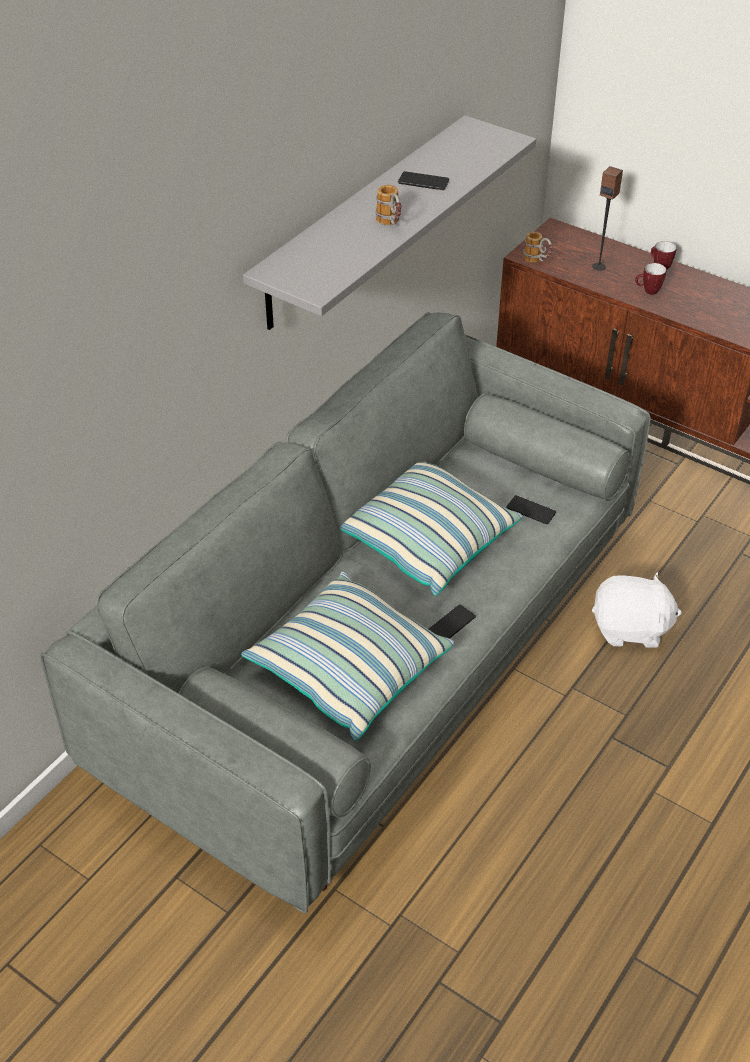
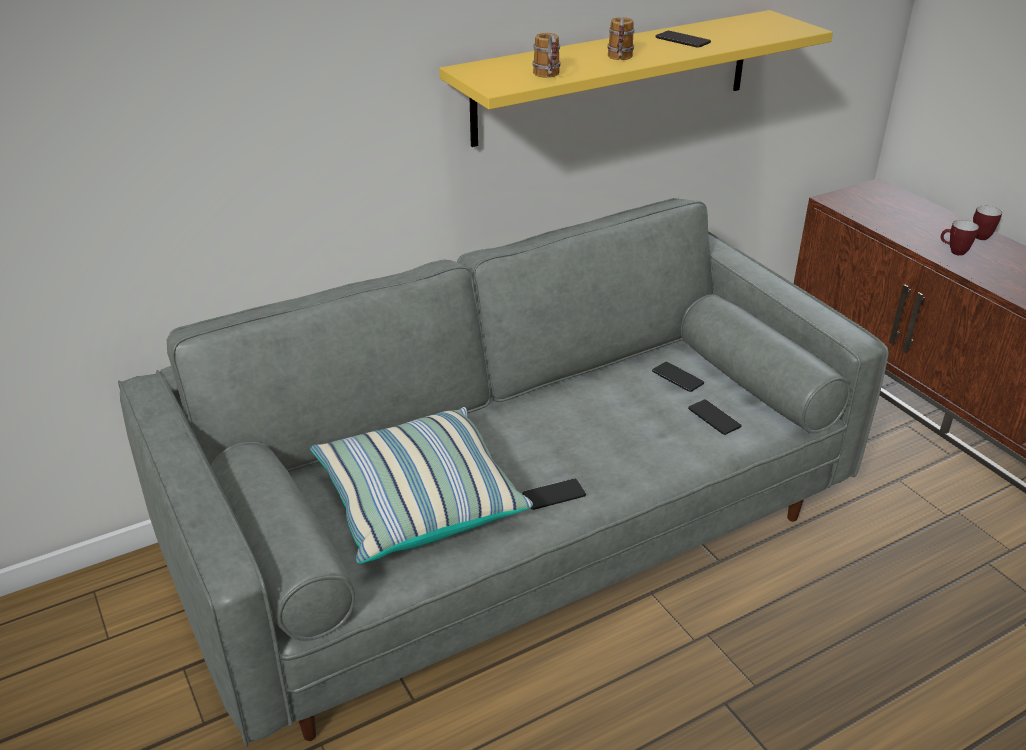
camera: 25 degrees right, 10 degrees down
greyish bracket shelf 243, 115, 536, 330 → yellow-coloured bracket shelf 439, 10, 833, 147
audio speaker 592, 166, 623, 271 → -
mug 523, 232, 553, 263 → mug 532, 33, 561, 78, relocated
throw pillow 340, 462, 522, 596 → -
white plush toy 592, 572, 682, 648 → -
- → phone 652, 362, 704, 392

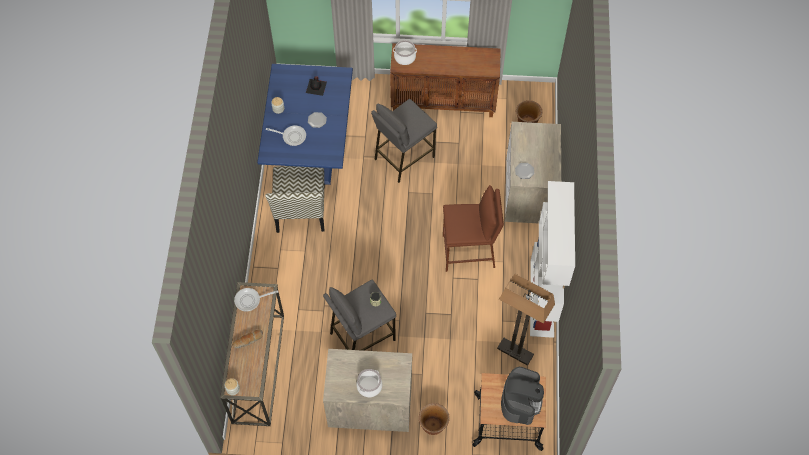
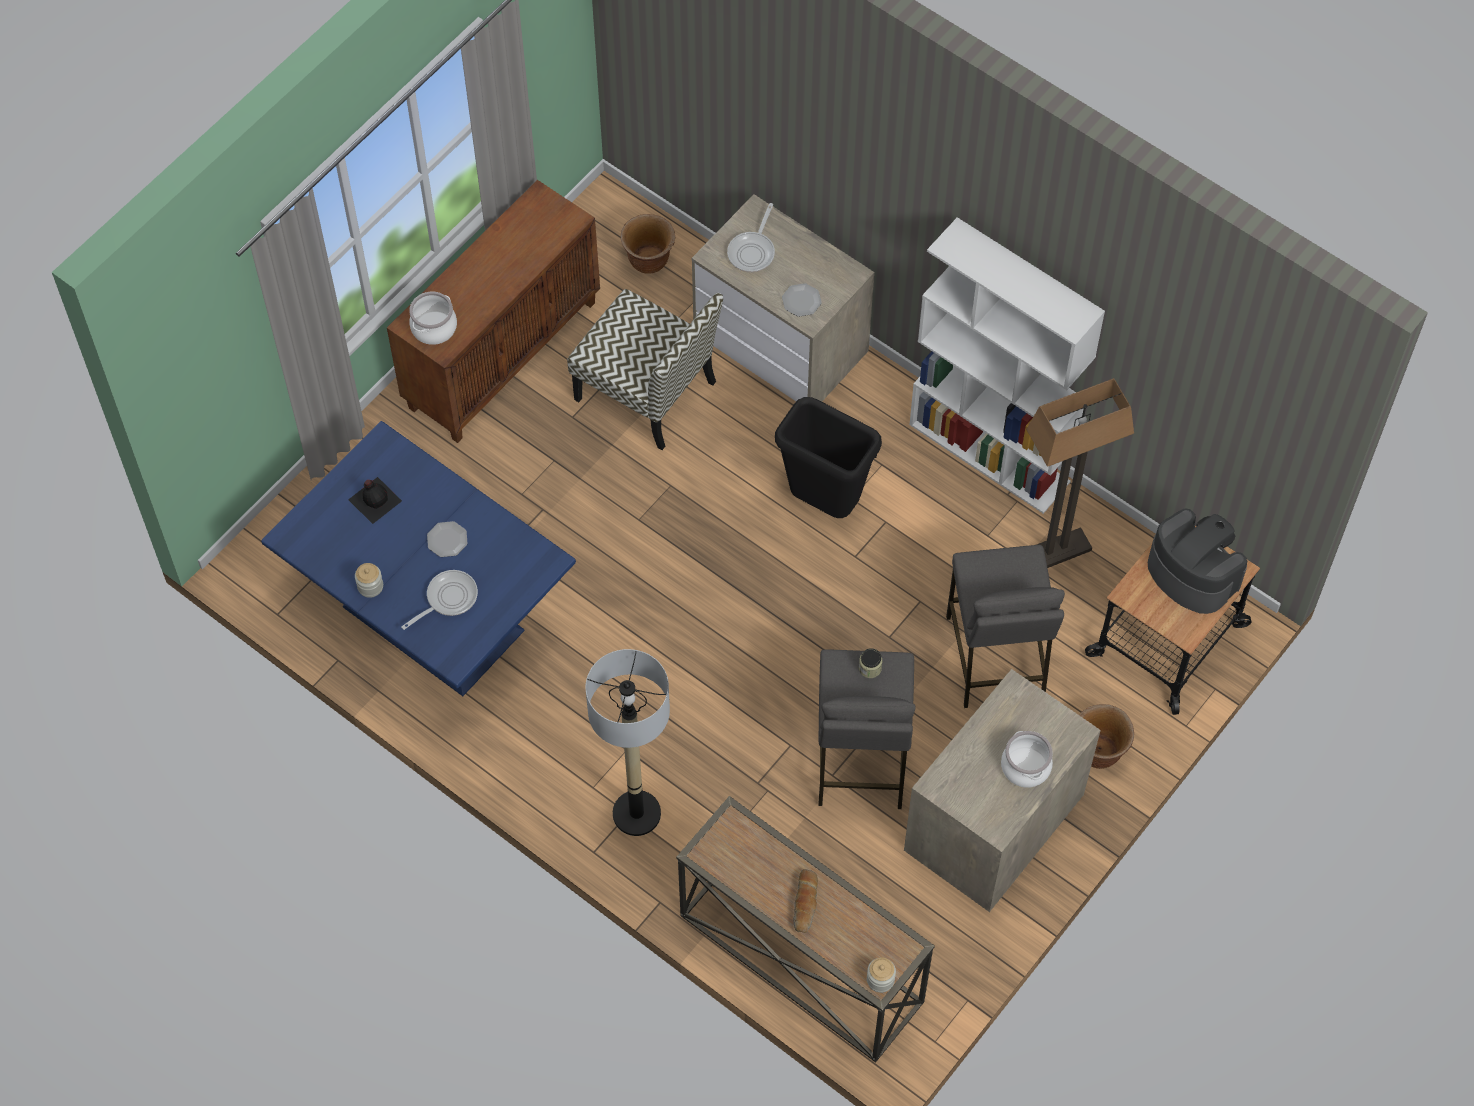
camera: 55 degrees left, 0 degrees up
greyish stool 371, 99, 437, 183 → greyish stool 946, 545, 1065, 708, relocated
plain chair 265, 166, 325, 233 → plain chair 567, 289, 723, 450, relocated
brown stool 443, 185, 504, 272 → black rubbish bin 775, 397, 882, 518
pan 234, 288, 278, 311 → pan 727, 203, 775, 272, relocated
- → standard lamp 585, 649, 670, 836

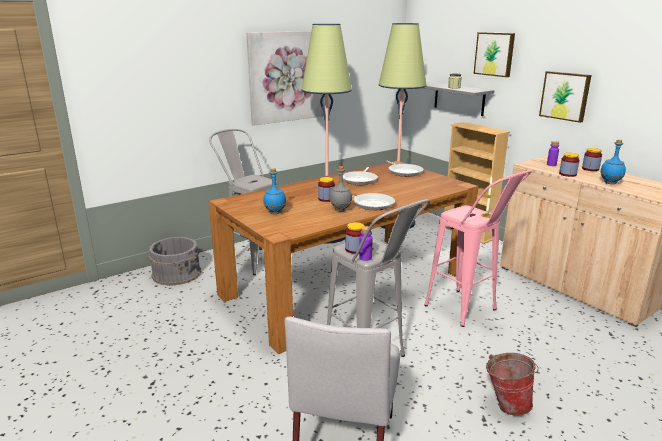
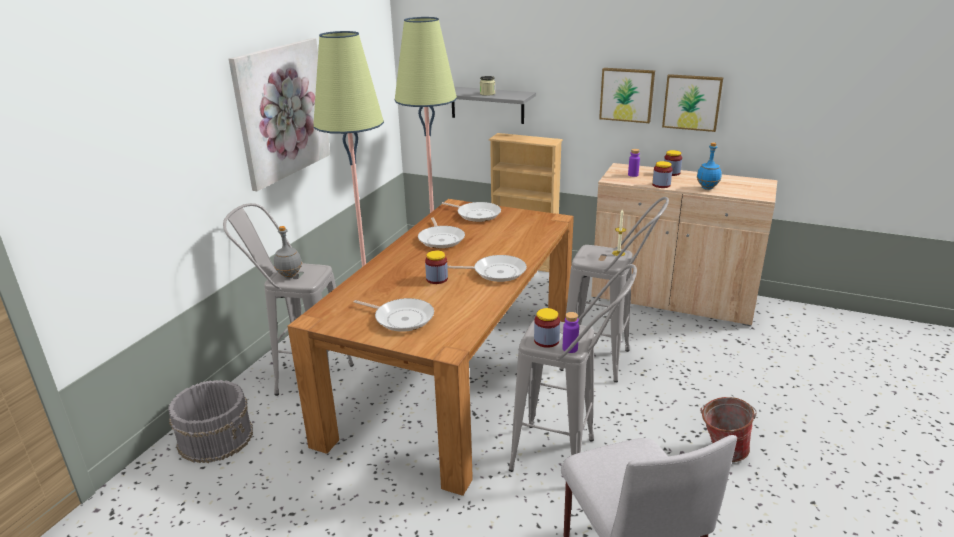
camera: 30 degrees left, 5 degrees up
wall art 474, 32, 515, 77 → wall art 662, 74, 723, 132, relocated
greyish drink bottle 329, 166, 352, 211 → greyish drink bottle 274, 226, 302, 279, relocated
blue-coloured drink bottle 263, 168, 286, 214 → pan 354, 298, 434, 332
pink-coloured stool 424, 170, 532, 327 → greyish stool 559, 197, 669, 383

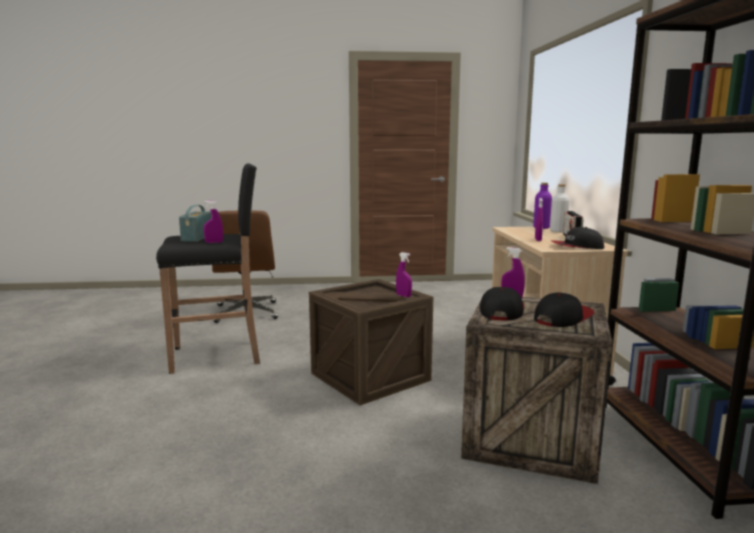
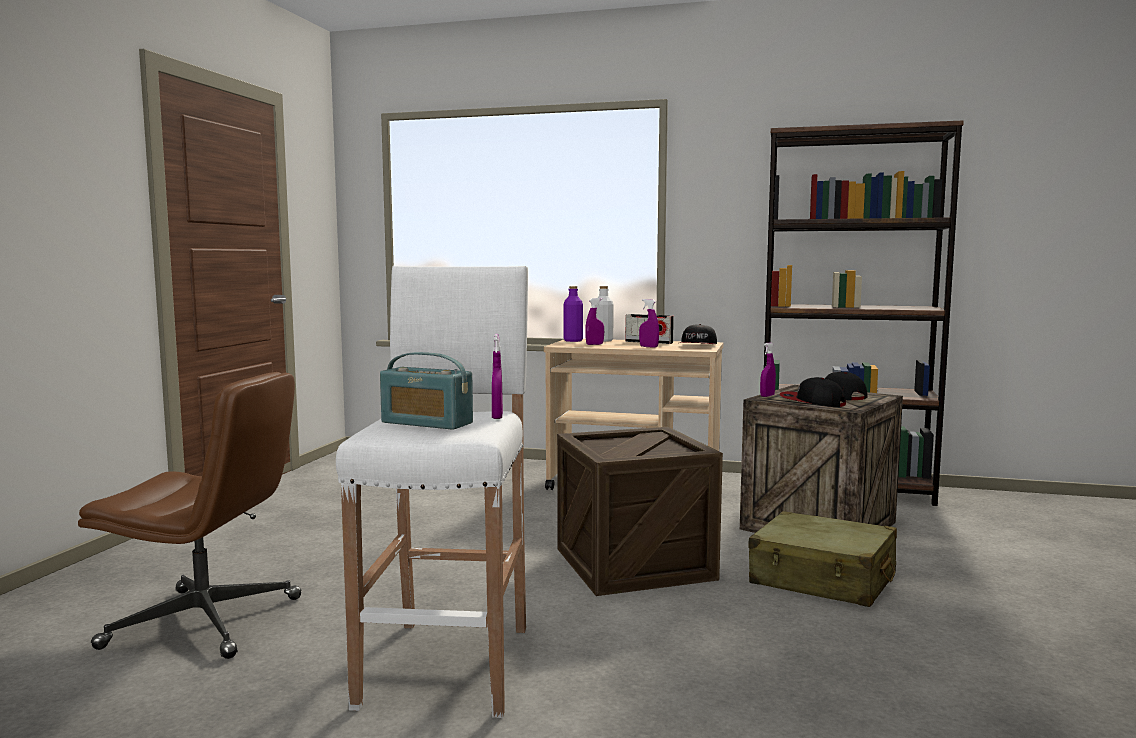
camera: 70 degrees left, 5 degrees down
black stool 156, 163, 260, 374 → white stool 336, 266, 528, 718
purple-coloured hand sprayer 396, 252, 412, 297 → purple-coloured hand sprayer 585, 298, 604, 345, relocated
- → sand-coloured piece of luggage 749, 511, 897, 607

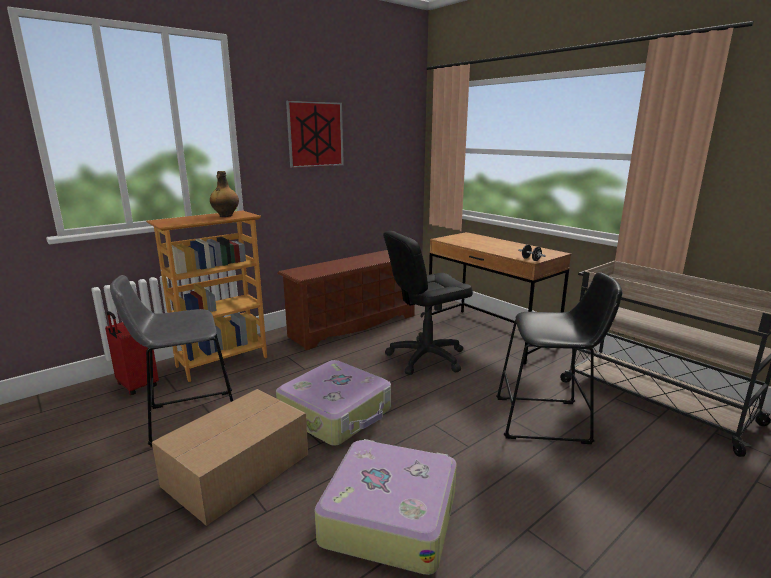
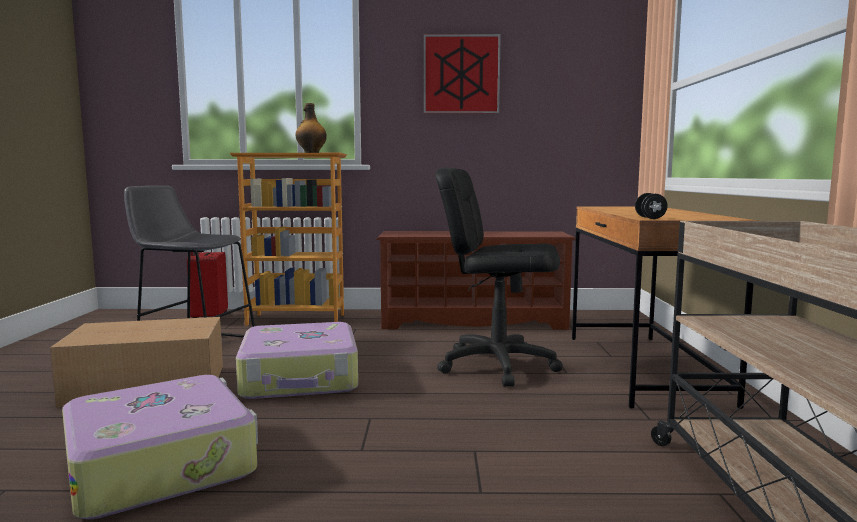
camera: 40 degrees right, 10 degrees down
black stool 496, 272, 622, 444 → -

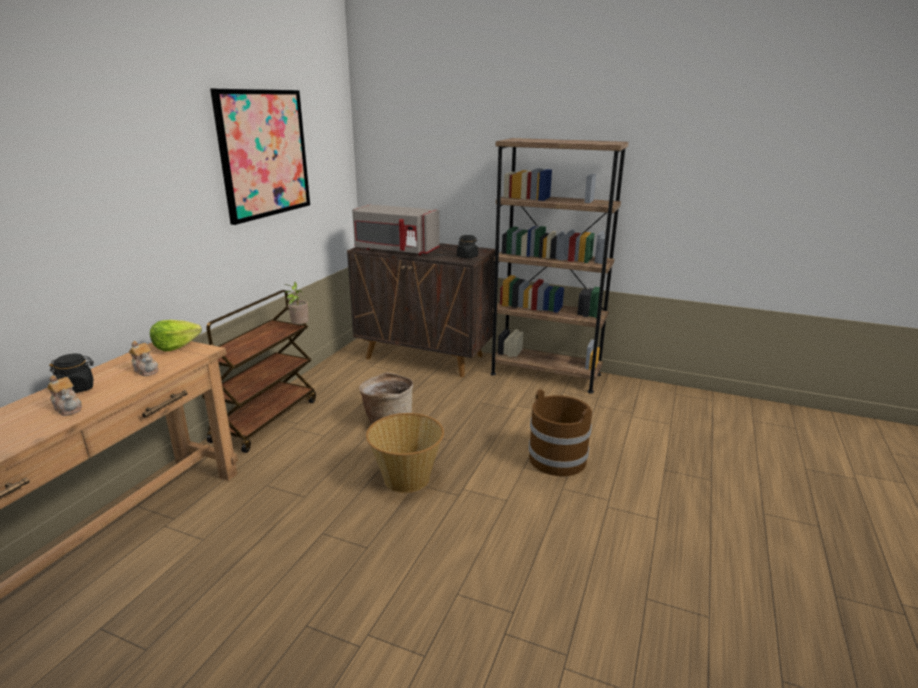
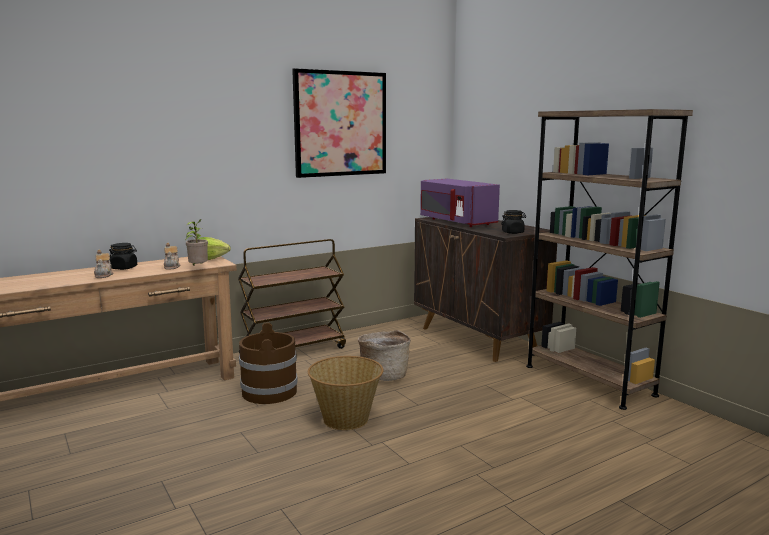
camera: 35 degrees right, 10 degrees down
greyish kitchen microwave 352, 204, 440, 255 → purple-coloured kitchen microwave 420, 179, 500, 227
plant in a pot 284, 282, 309, 325 → plant in a pot 185, 219, 208, 265, relocated
brown pail 529, 389, 592, 476 → brown pail 239, 322, 298, 404, relocated

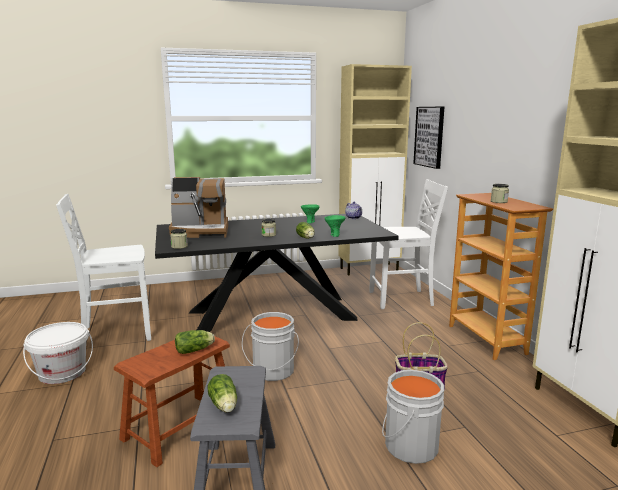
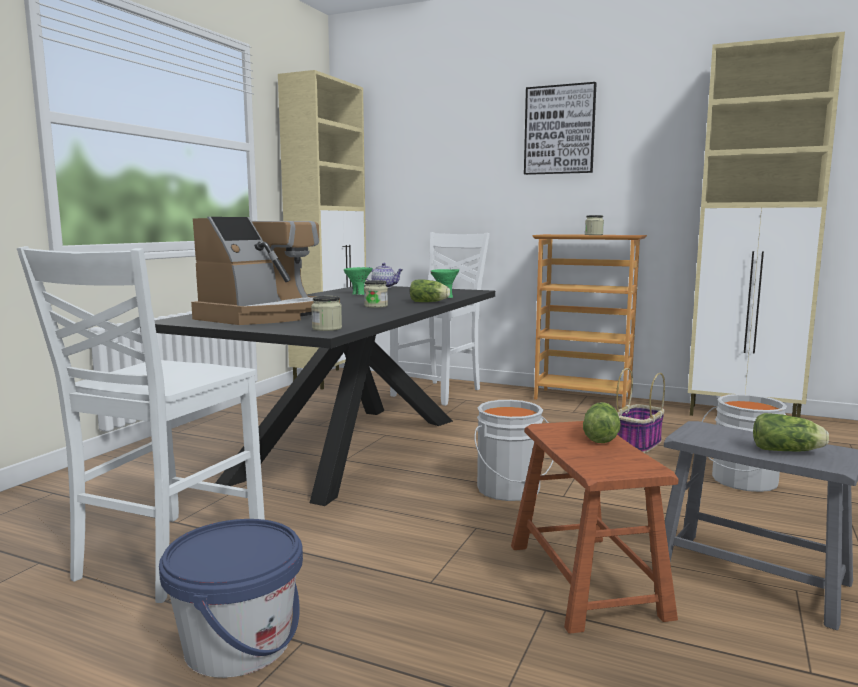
camera: 50 degrees left, 5 degrees down
wall art 413, 107, 444, 169 → wall art 524, 82, 596, 175, relocated
white pail 23, 322, 93, 384 → blue-coloured pail 159, 519, 303, 678

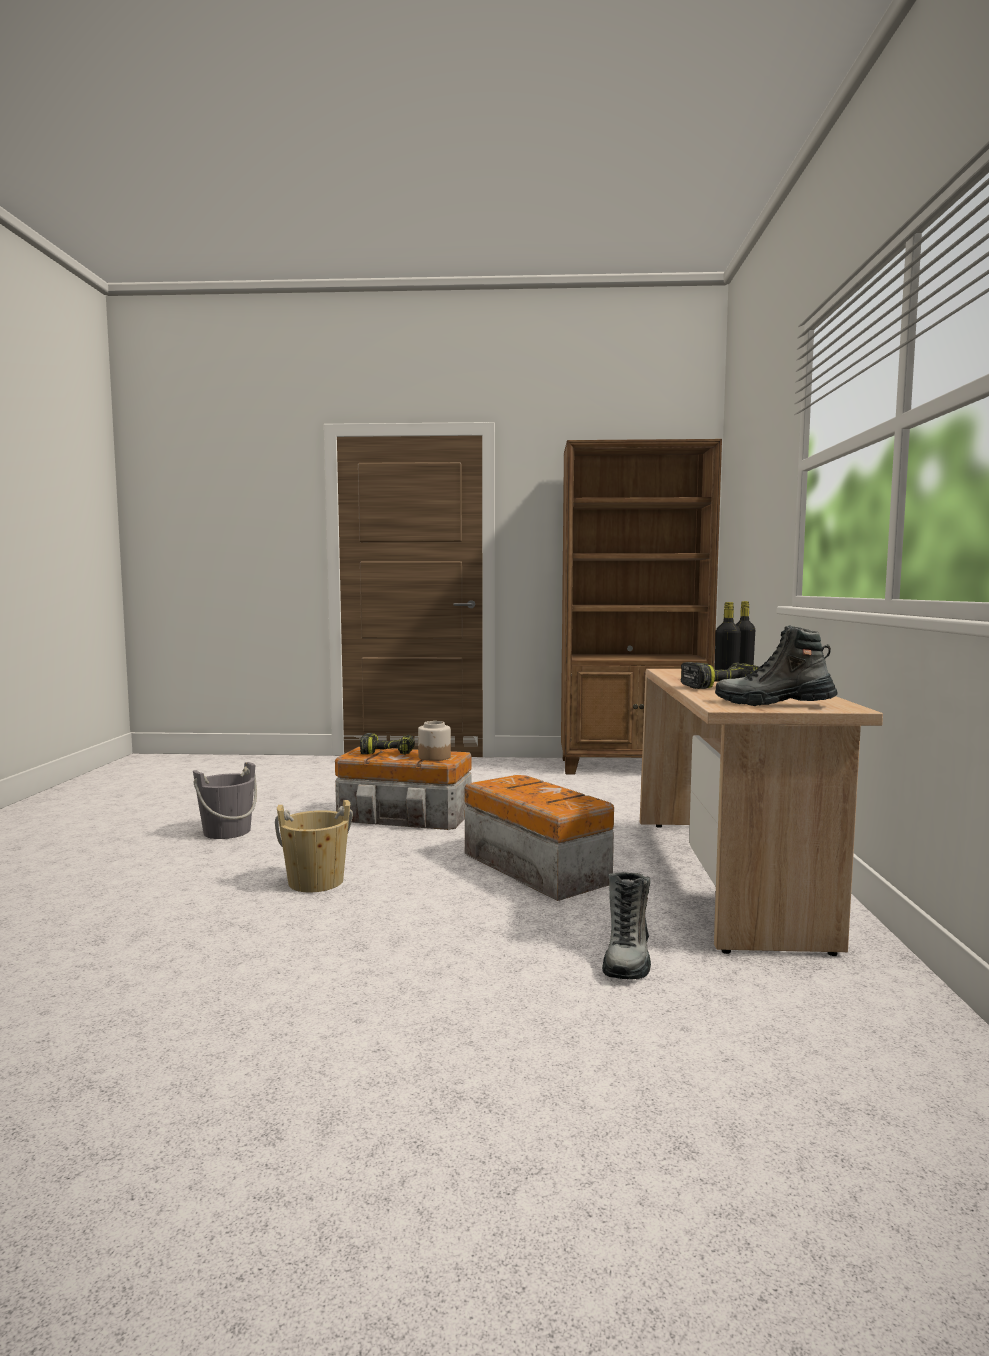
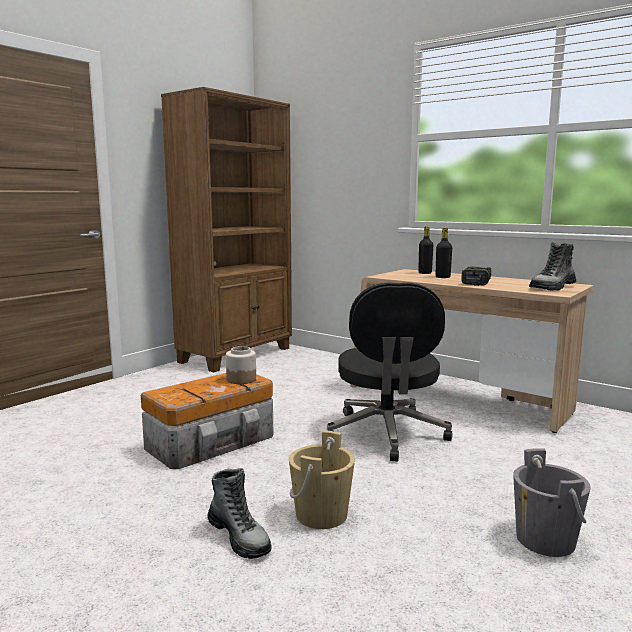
camera: 55 degrees left, 5 degrees up
drill 360, 733, 415, 754 → -
greyish pail 193, 762, 257, 839 → greyish pail 513, 448, 591, 557, relocated
storage container 464, 775, 614, 901 → black desk chair 327, 283, 452, 462
tall boot 602, 872, 651, 980 → tall boot 208, 468, 272, 559, relocated

